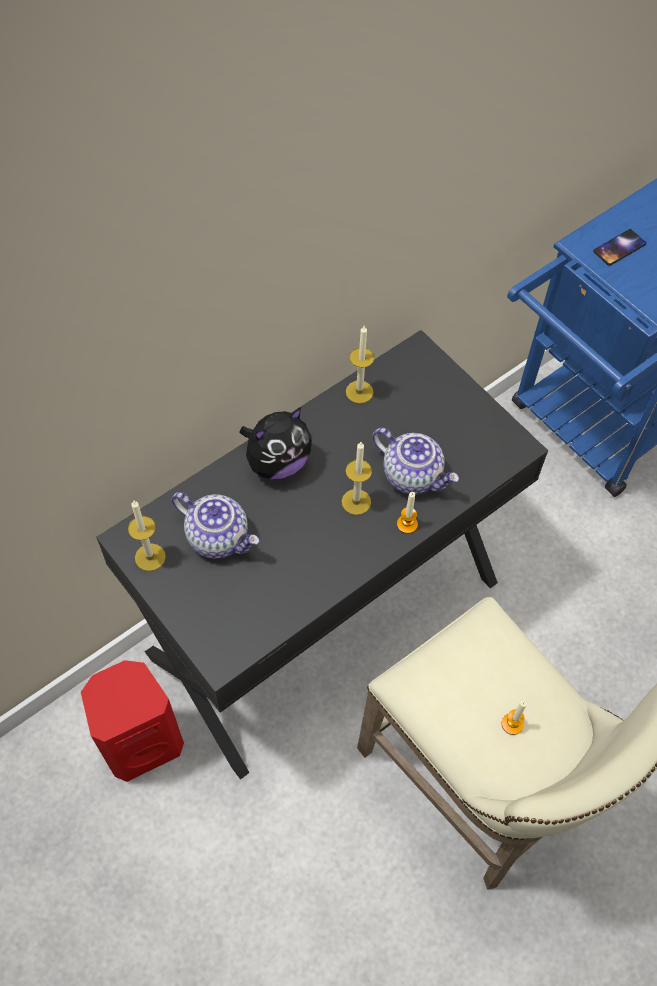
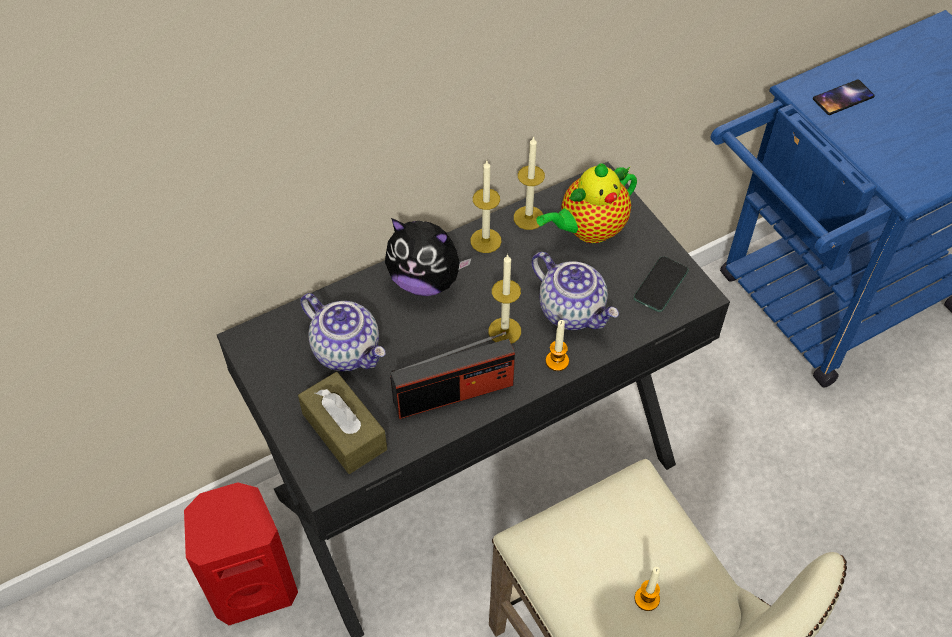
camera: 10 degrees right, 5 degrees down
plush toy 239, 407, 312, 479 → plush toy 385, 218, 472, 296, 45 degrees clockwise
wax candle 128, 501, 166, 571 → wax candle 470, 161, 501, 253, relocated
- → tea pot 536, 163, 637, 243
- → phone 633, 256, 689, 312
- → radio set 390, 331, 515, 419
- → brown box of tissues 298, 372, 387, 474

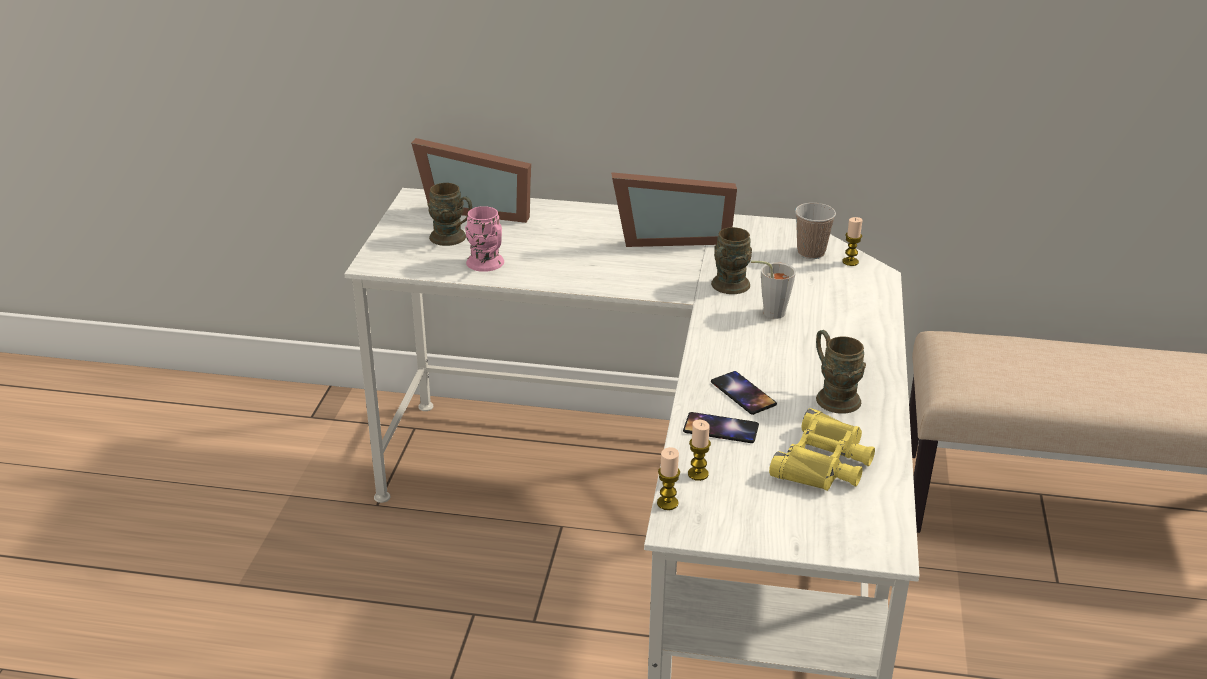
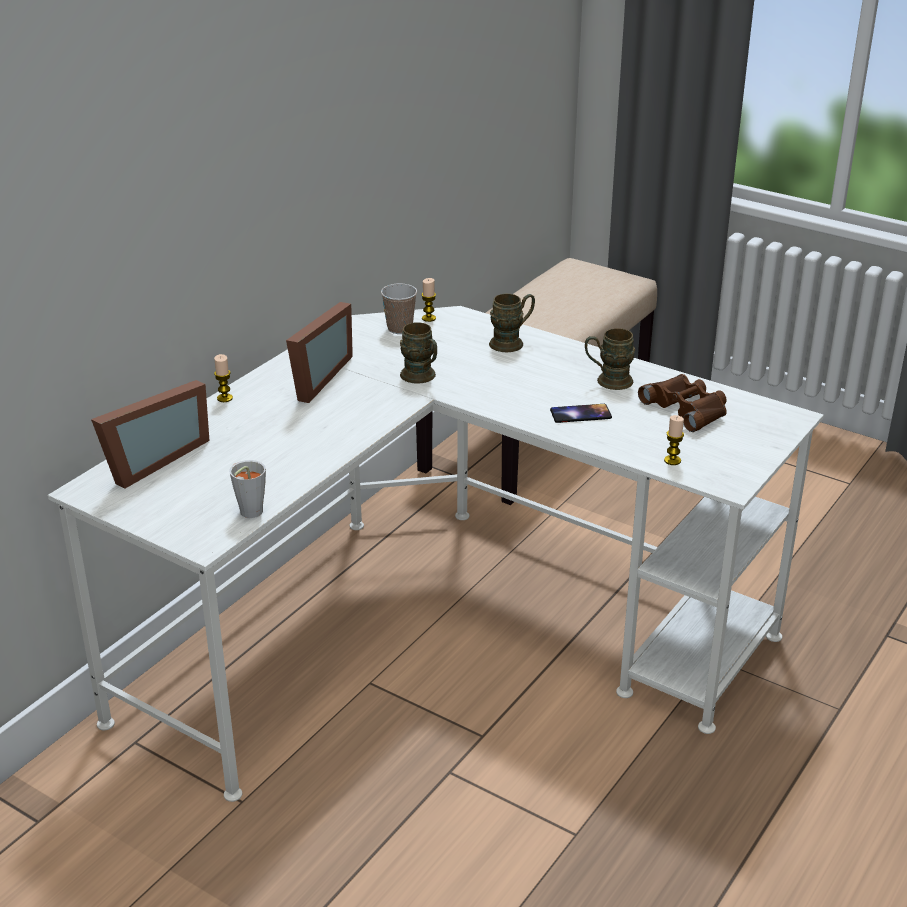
camera: 65 degrees left, 0 degrees up
brown mug 428, 183, 472, 246 → brown mug 489, 294, 535, 352, relocated
pink-coloured mug 465, 206, 504, 272 → -
greyish cup 751, 260, 796, 319 → greyish cup 229, 460, 266, 518, relocated
yellow-coloured binoculars 769, 408, 875, 491 → brown binoculars 638, 374, 727, 432
phone 683, 412, 759, 443 → -
wax candle 657, 447, 680, 510 → wax candle 214, 354, 233, 402, relocated

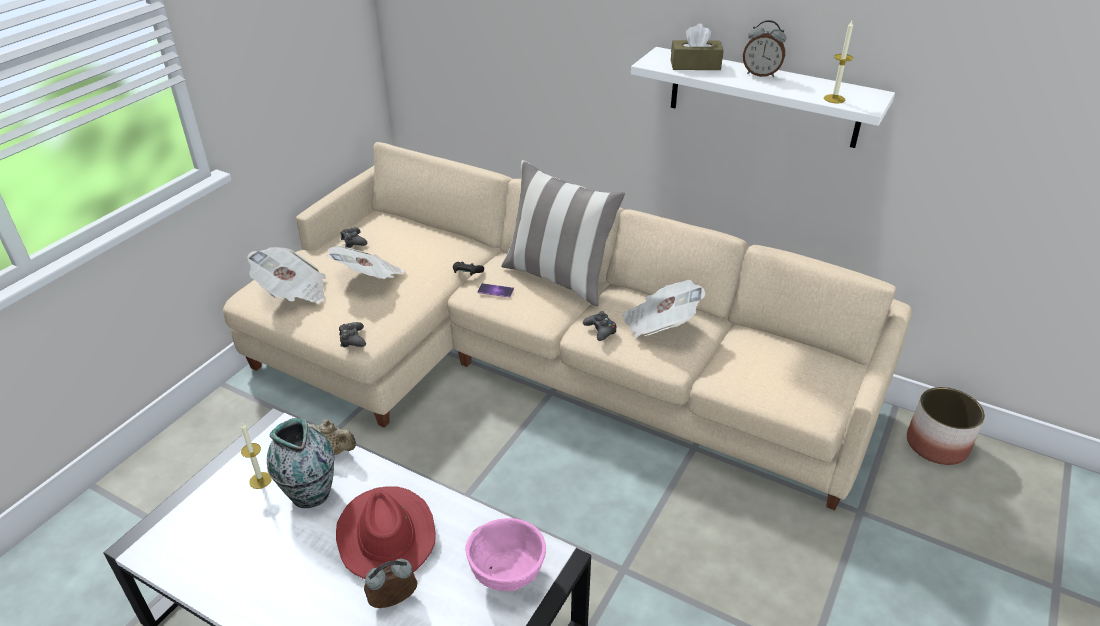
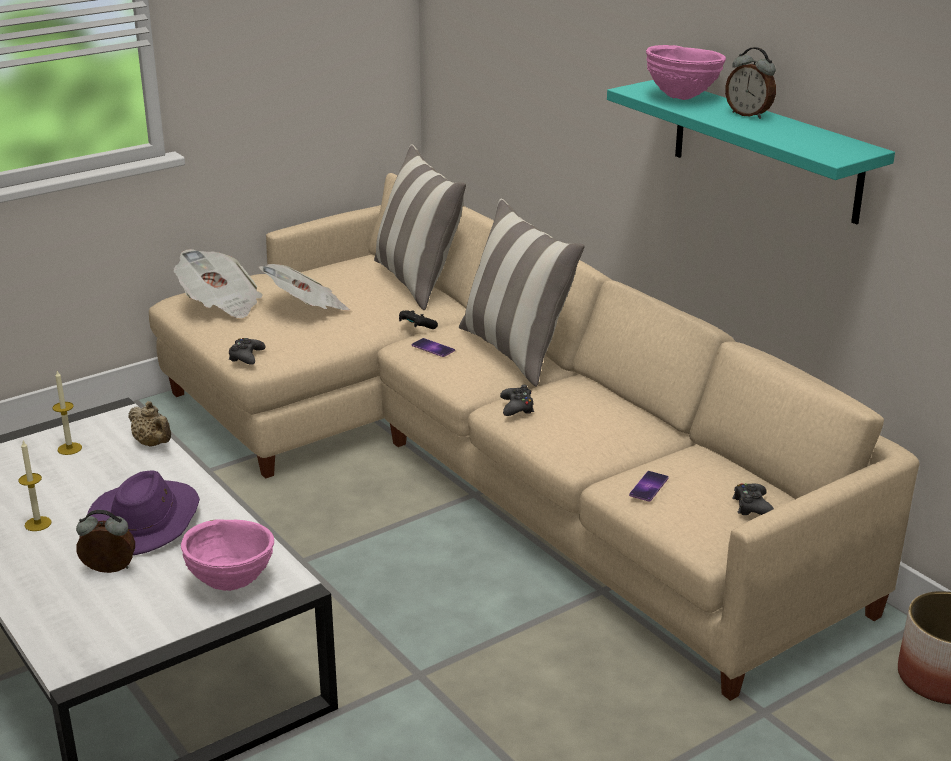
camera: 25 degrees right, 10 degrees down
wax candle 824, 21, 853, 104 → wax candle 18, 441, 52, 531, relocated
brown box of tissues 671, 24, 724, 70 → pink-coloured bowl 646, 45, 726, 100
white bracket shelf 631, 47, 895, 148 → blue-green bracket shelf 607, 80, 895, 224
black joypad 341, 227, 368, 248 → black joypad 732, 483, 774, 515, relocated
daily paper 622, 280, 706, 338 → -
flower vase 267, 418, 335, 508 → -
red-coloured hat 336, 486, 436, 579 → purple-coloured hat 87, 470, 200, 555
- → throw pillow 374, 144, 466, 310
- → phone 629, 471, 669, 502

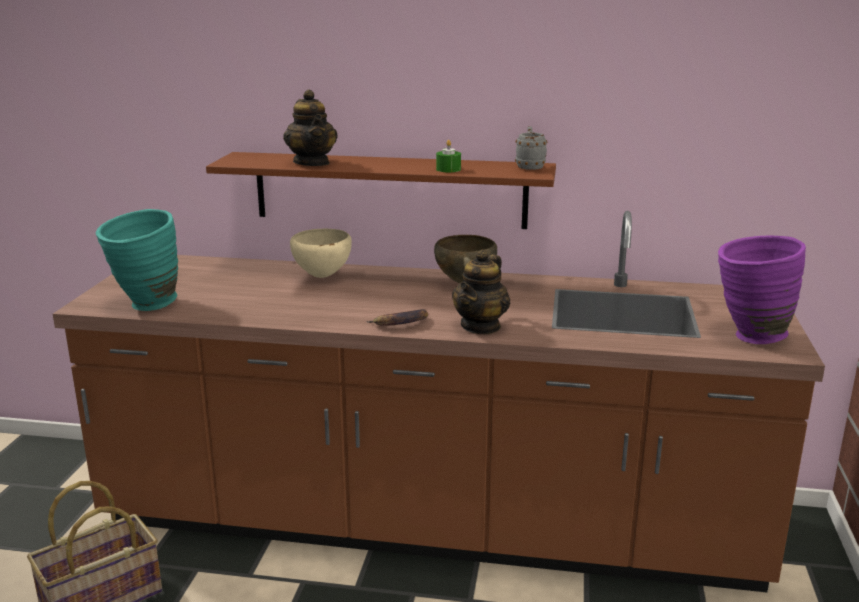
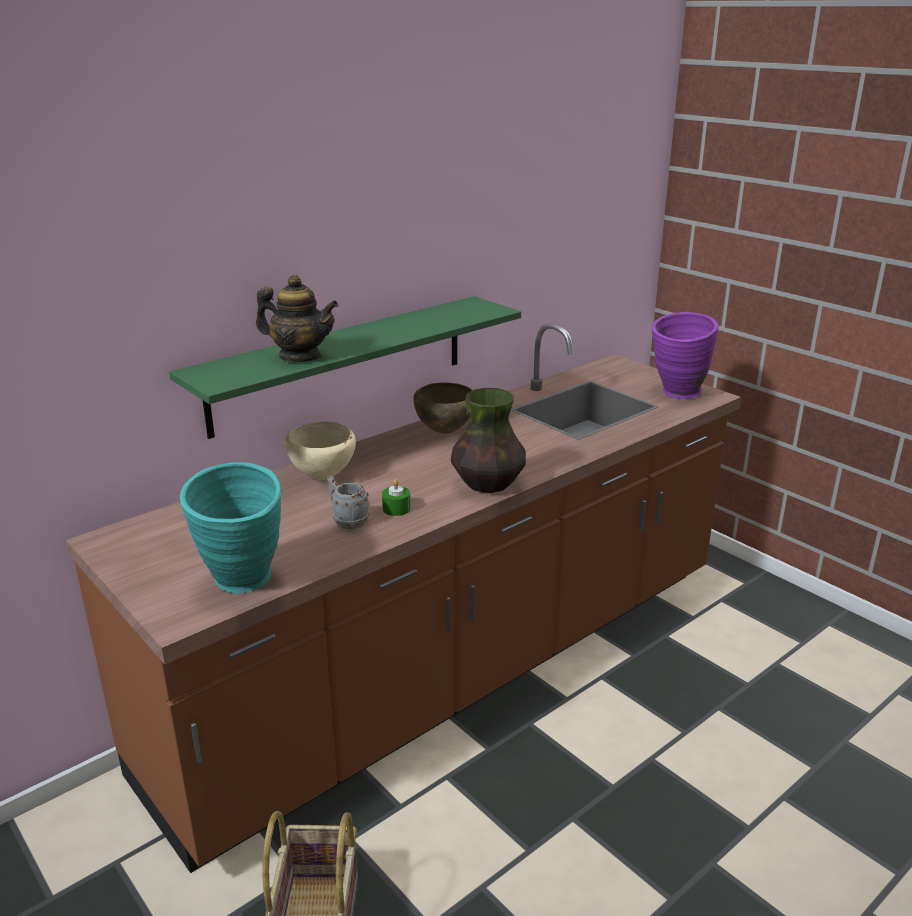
camera: 50 degrees left, 5 degrees up
greyish mug 515, 126, 547, 170 → greyish mug 327, 476, 369, 529, relocated
green wax candle 436, 140, 461, 173 → green wax candle 382, 479, 410, 516, relocated
brown bracket shelf 206, 152, 556, 229 → green bracket shelf 169, 296, 521, 439
tea pot 452, 249, 510, 335 → -
banana fruit 366, 309, 428, 326 → flower vase 451, 388, 526, 493

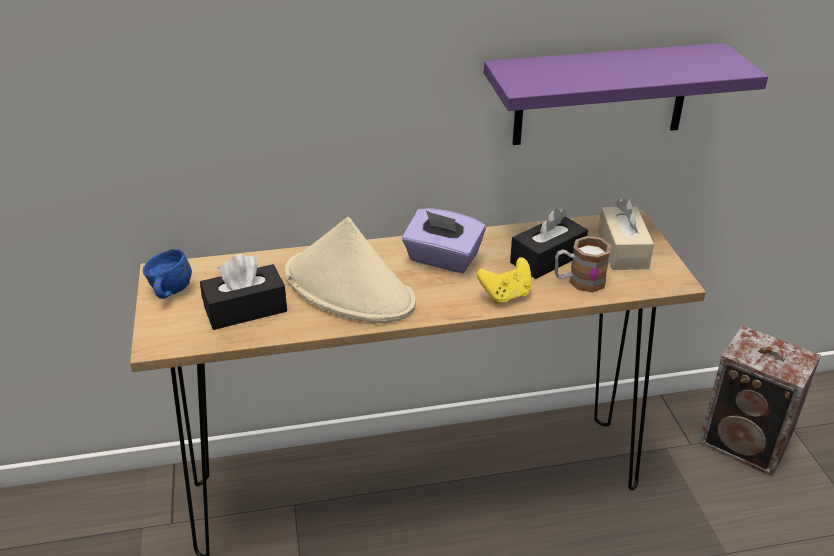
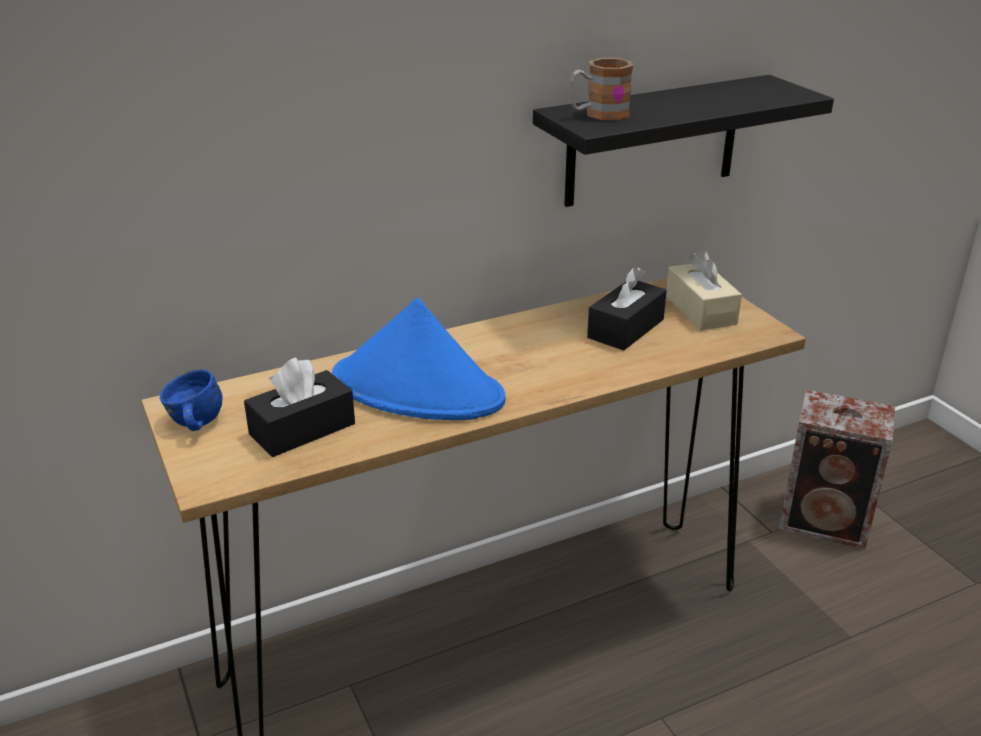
camera: 15 degrees left, 5 degrees down
purple-coloured bracket shelf 484, 43, 768, 145 → black bracket shelf 533, 75, 834, 207
purple-coloured box of tissues 402, 208, 486, 273 → -
sand-coloured hat 285, 217, 416, 323 → blue-coloured hat 332, 298, 506, 420
mug 555, 236, 611, 292 → mug 570, 58, 633, 120, relocated
yellow-coloured joypad 477, 257, 532, 304 → -

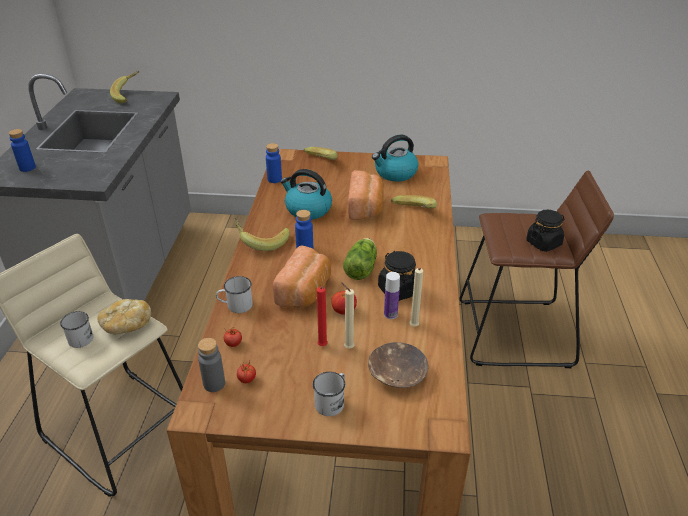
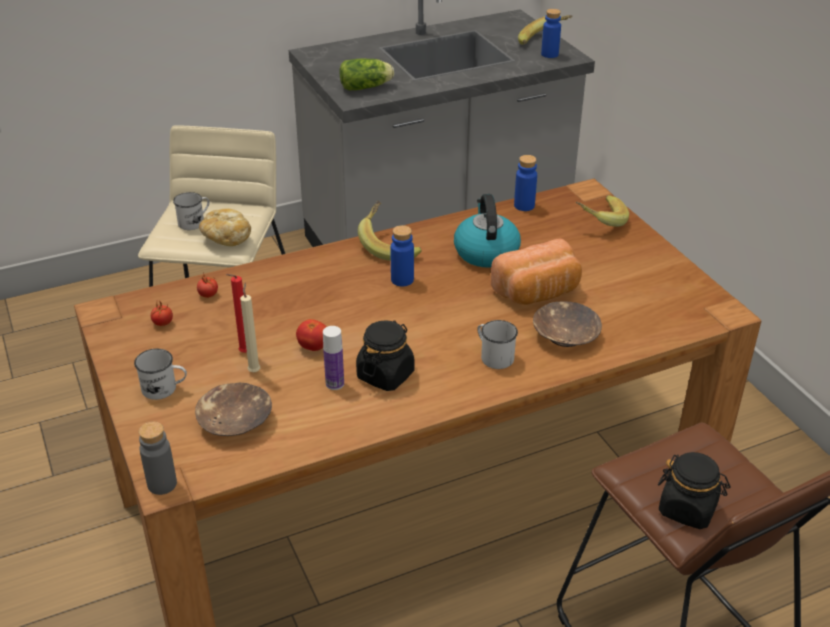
camera: 60 degrees right, 0 degrees up
blue-coloured drink bottle 9, 129, 36, 172 → blue-coloured drink bottle 541, 9, 561, 58, relocated
water kettle 372, 135, 419, 182 → -
banana fruit 391, 195, 437, 209 → brown bowl 533, 301, 602, 347
lettuce 343, 238, 377, 280 → lettuce 339, 58, 394, 90, relocated
bread 273, 245, 331, 308 → -
sand-coloured wax candle 410, 268, 423, 326 → -
white mug 216, 276, 253, 313 → white mug 477, 320, 518, 369, relocated
greyish drink bottle 198, 338, 225, 392 → greyish drink bottle 139, 422, 177, 495, relocated

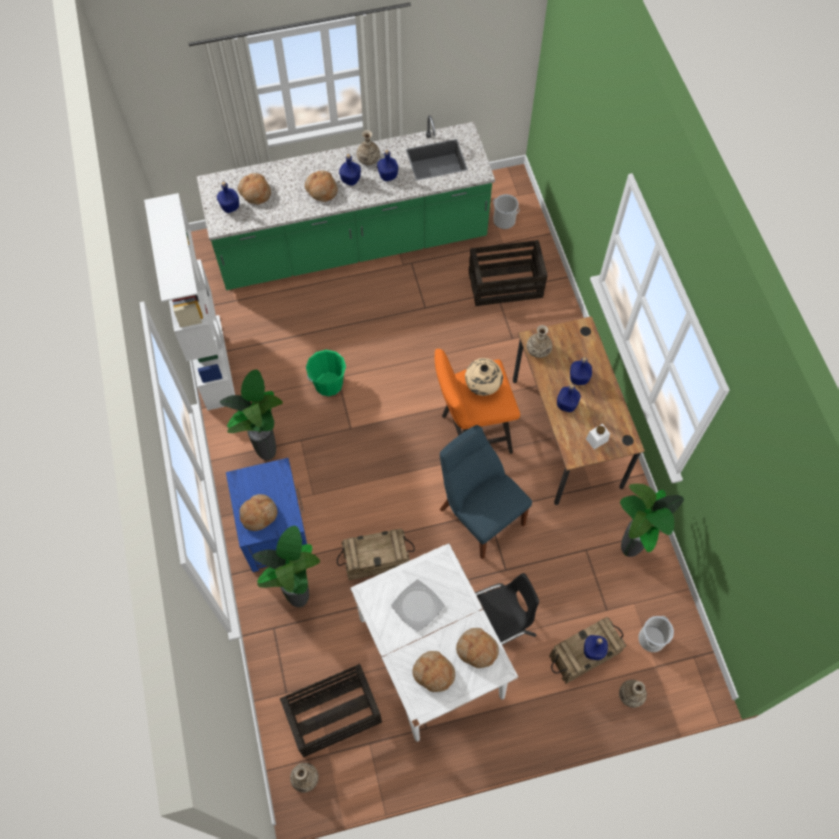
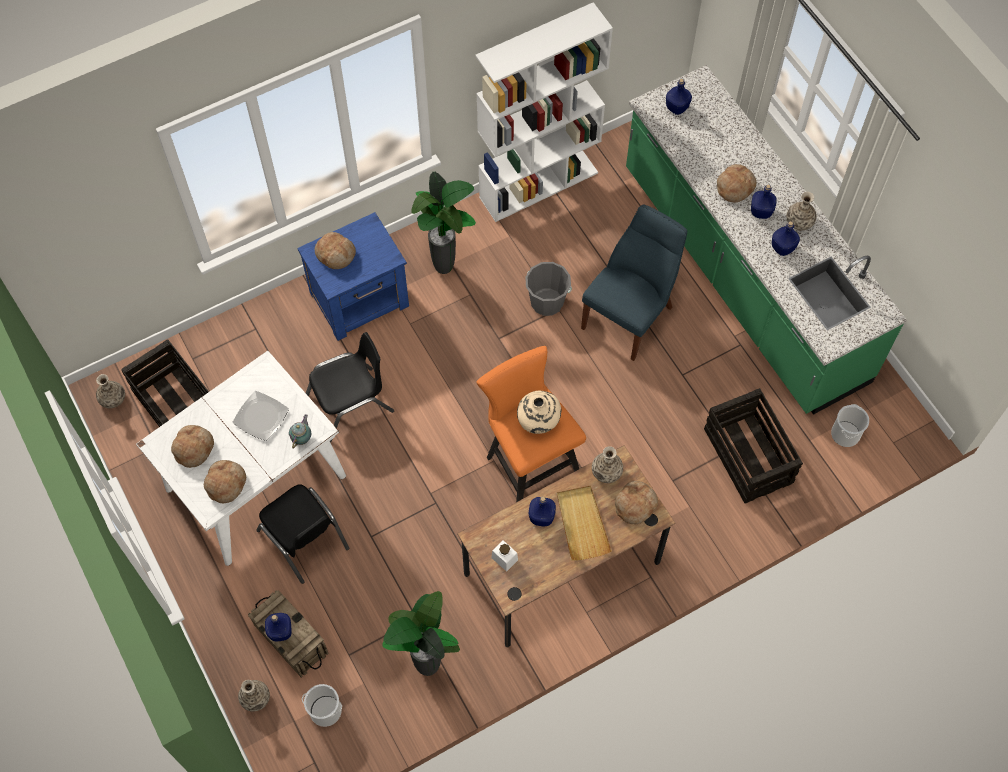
camera: 75 degrees right, 0 degrees up
bread 238, 173, 271, 204 → bread 615, 481, 658, 524, relocated
green pail 306, 350, 346, 396 → greyish pail 525, 262, 572, 316
blue-coloured drink bottle 570, 357, 592, 385 → sand-coloured carrying tray 557, 485, 612, 561
blue-coloured plain chair 440, 425, 532, 559 → blue-coloured plain chair 581, 205, 687, 361, relocated
plant in a pot 252, 526, 320, 607 → -
packing crate 337, 528, 415, 580 → black plain chair 306, 332, 394, 442
- → tea pot 289, 414, 311, 449

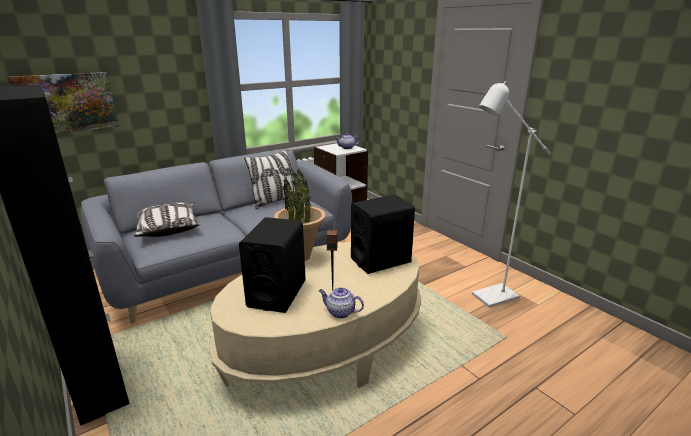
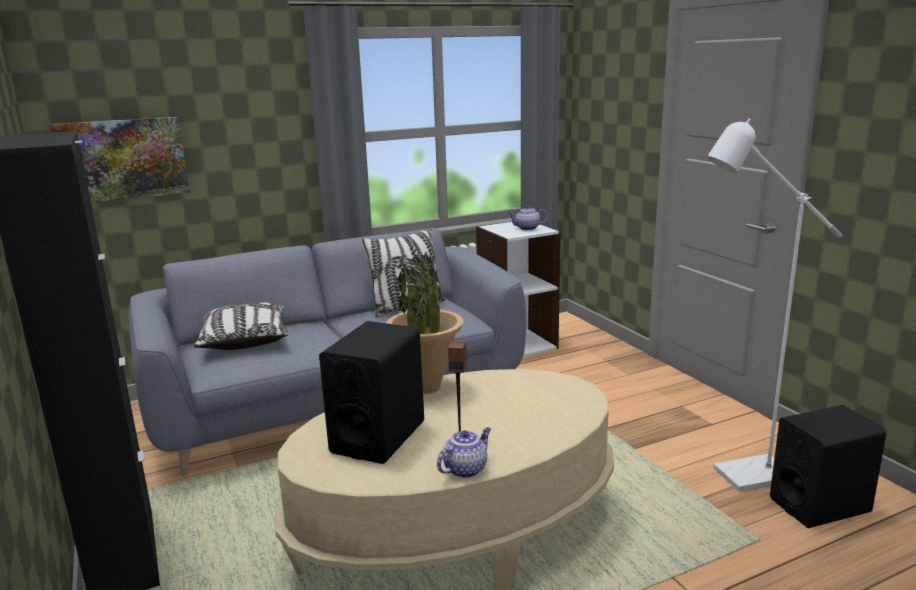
camera: 10 degrees right, 5 degrees down
black audio speaker 351, 195, 415, 274 → black audio speaker 770, 405, 887, 528, relocated
tea pot 319, 288, 364, 318 → tea pot 437, 428, 491, 478, 105 degrees clockwise

